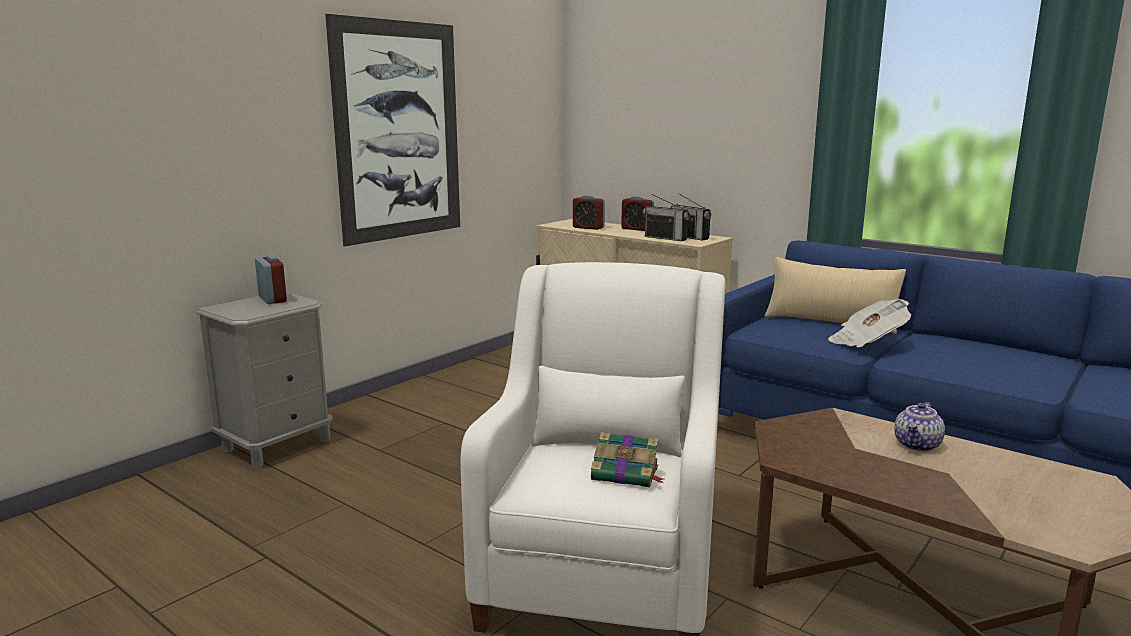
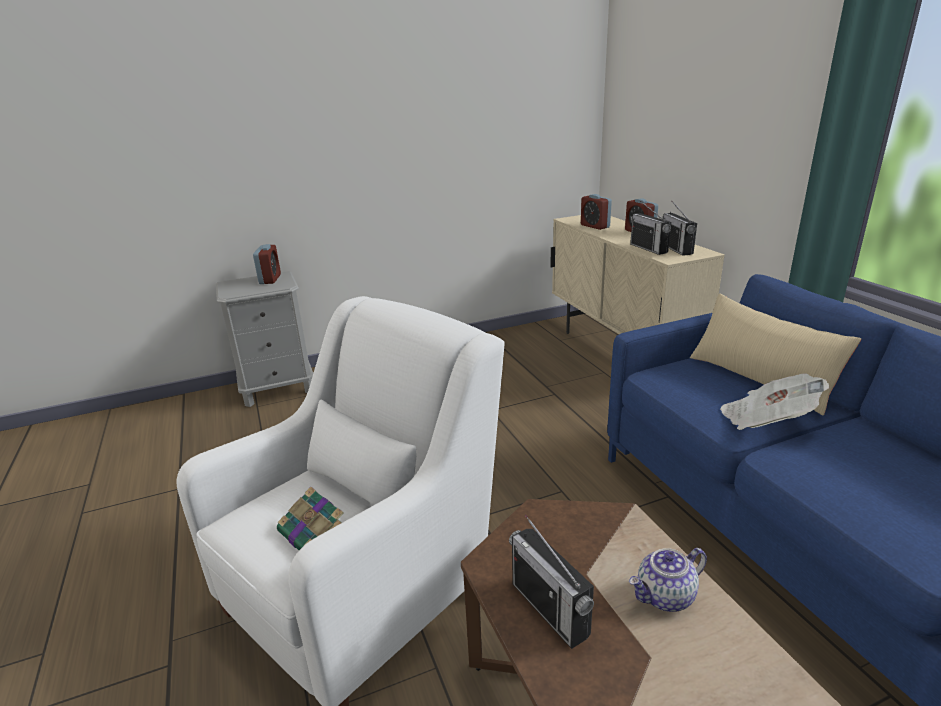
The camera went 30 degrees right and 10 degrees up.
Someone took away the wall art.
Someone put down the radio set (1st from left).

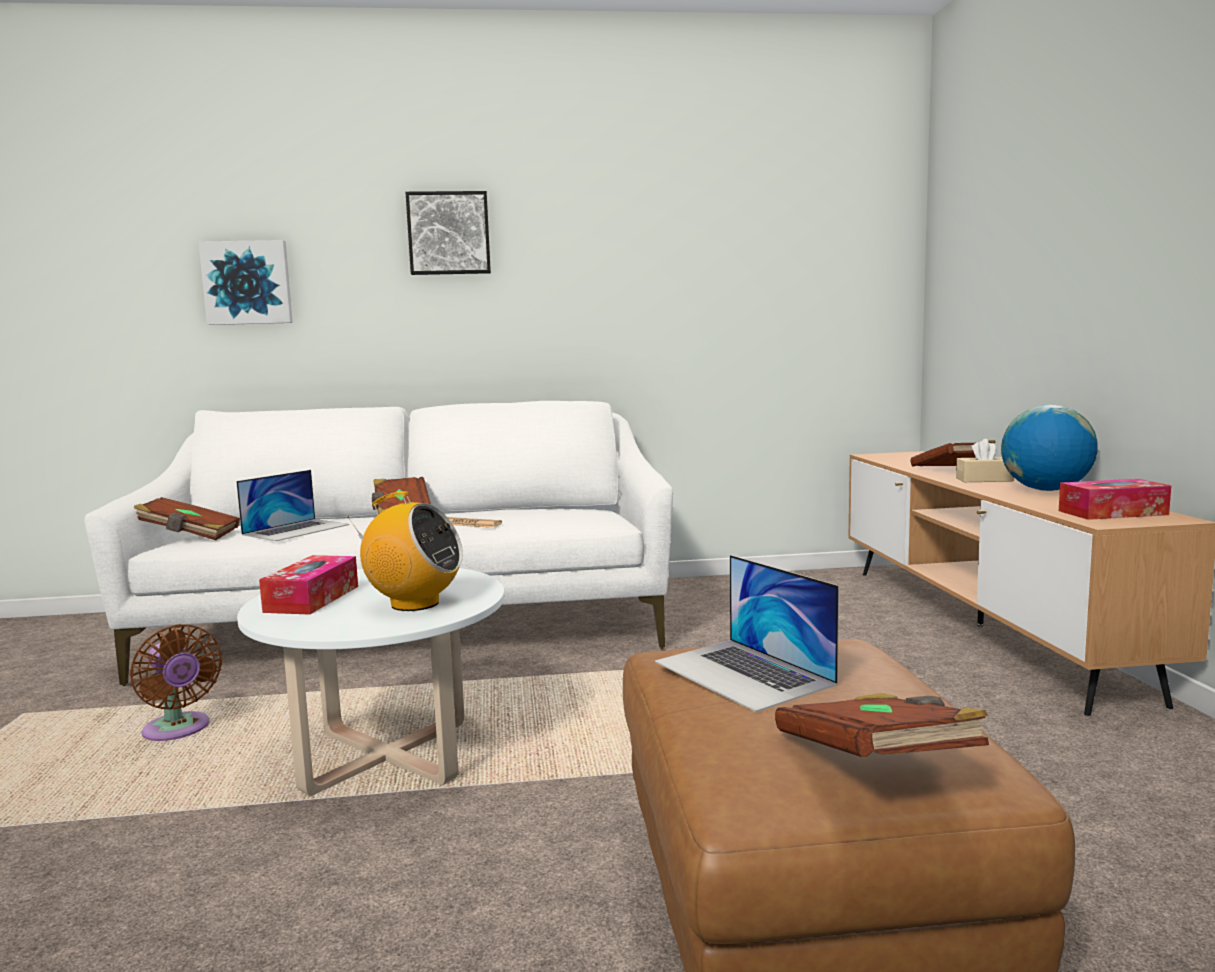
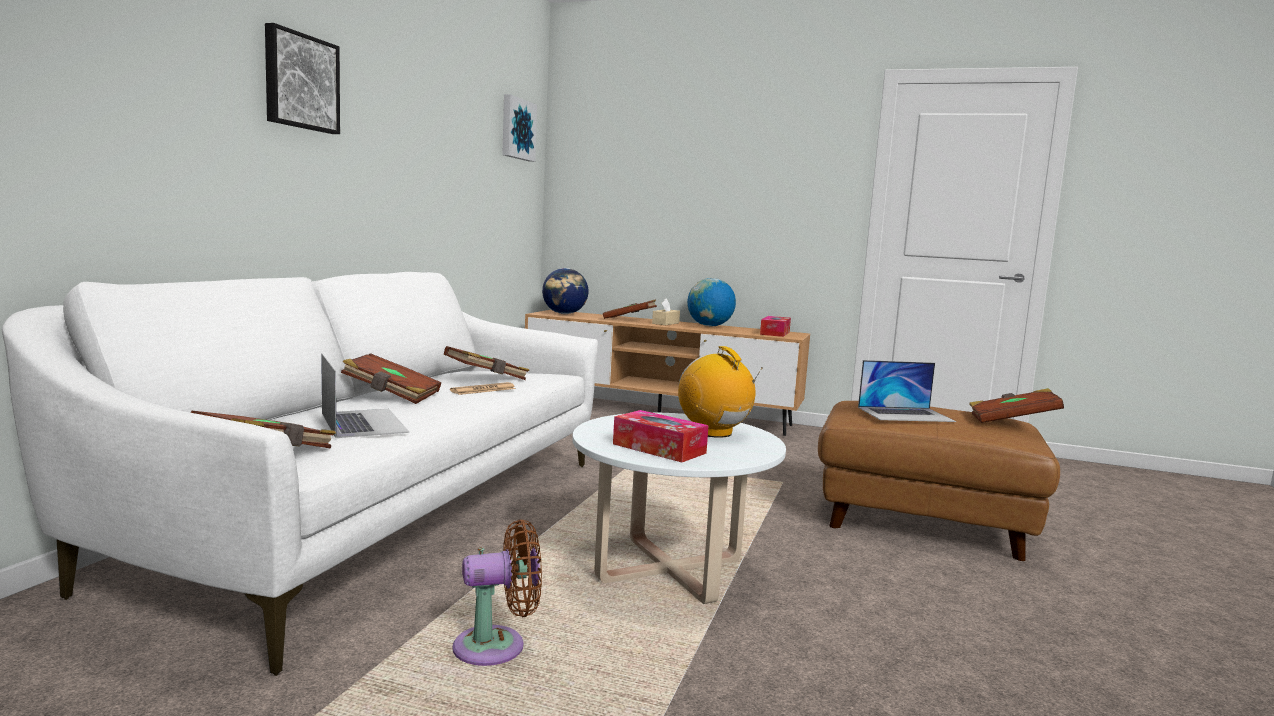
The camera went 65 degrees left and 0 degrees up.
Someone carried the wall art (1st from left in the first image).
Someone rotated the radio set by 75 degrees counterclockwise.
Someone put down the desk globe (1st from left).
Someone put down the brown bound book (3rd from left).

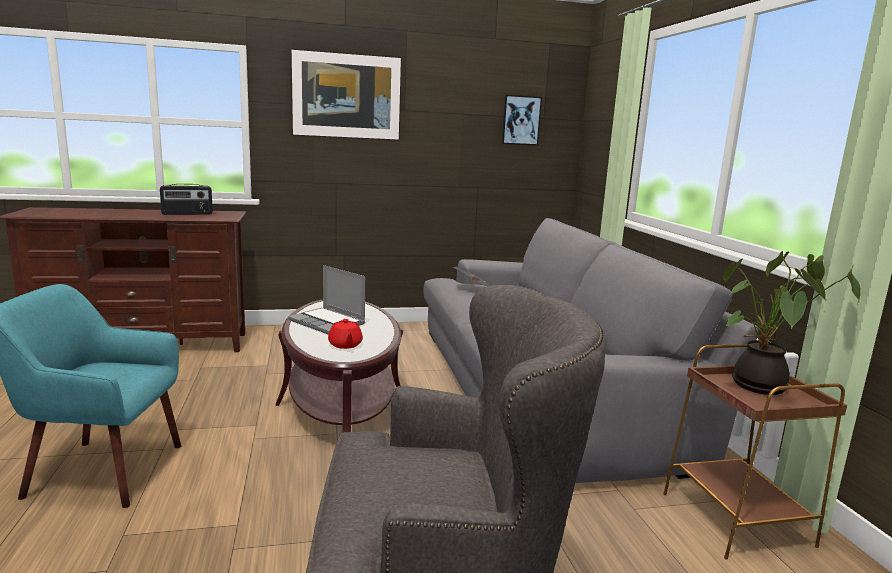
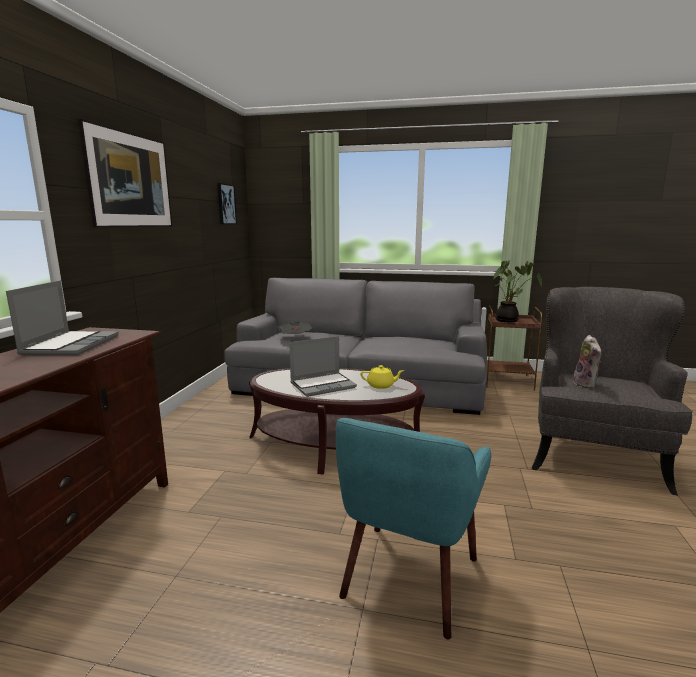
The camera went 65 degrees left and 0 degrees up.
Someone swapped the radio set for the laptop (1st from left).
Someone repainted the red teapot, which became the yellow-coloured teapot.
Someone put down the soft toy.

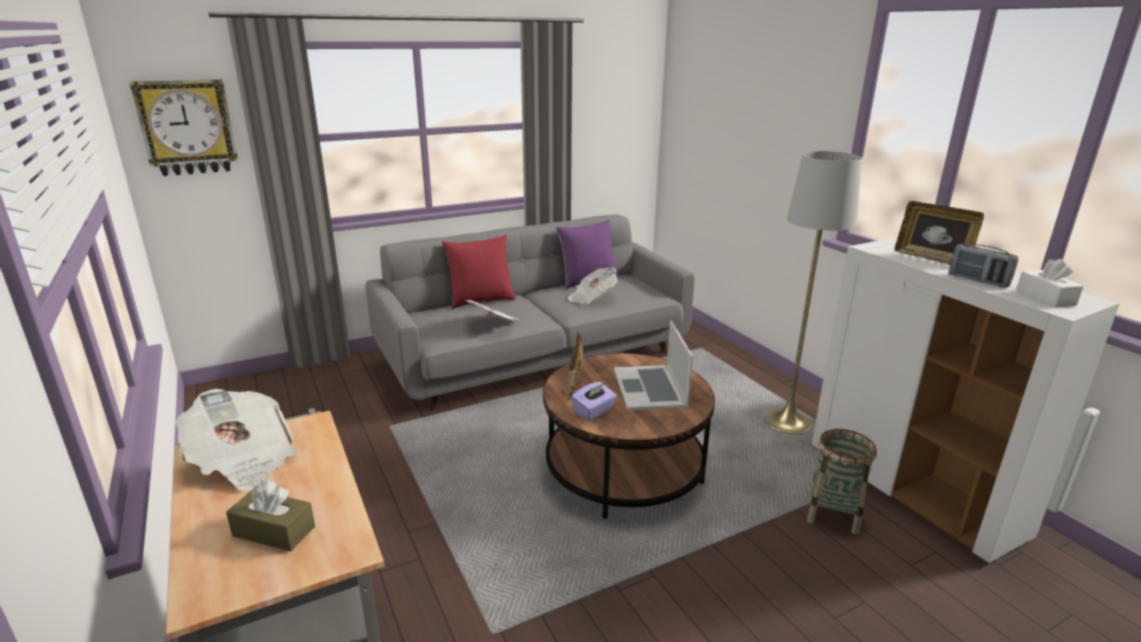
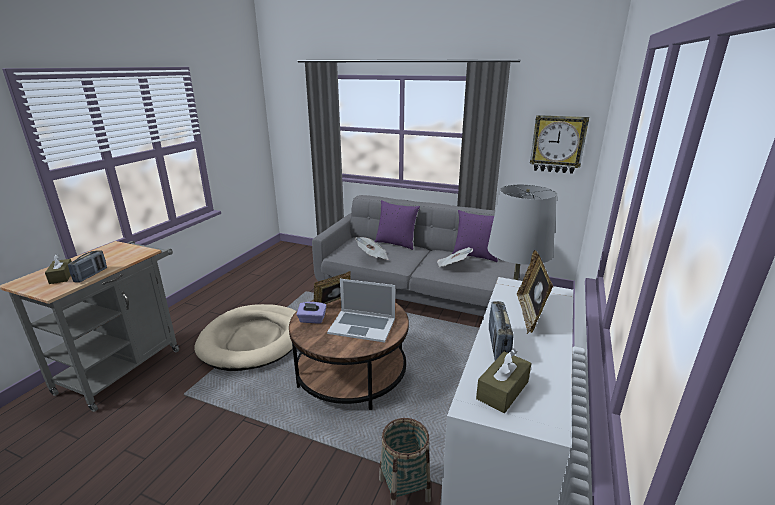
The camera went 50 degrees right and 0 degrees up.
Someone carried the hanging clock.
Someone repainted the red throw pillow, which became the purple throw pillow (1st from left).
Someone repainted the white box of tissues, which became the brown box of tissues (2nd from left).
Someone rotated the laptop by 120 degrees counterclockwise.
Someone took away the newspaper (1st from left).
Someone put down the radio set (1st from left).
Someone put down the beige-coloured dog cushion.

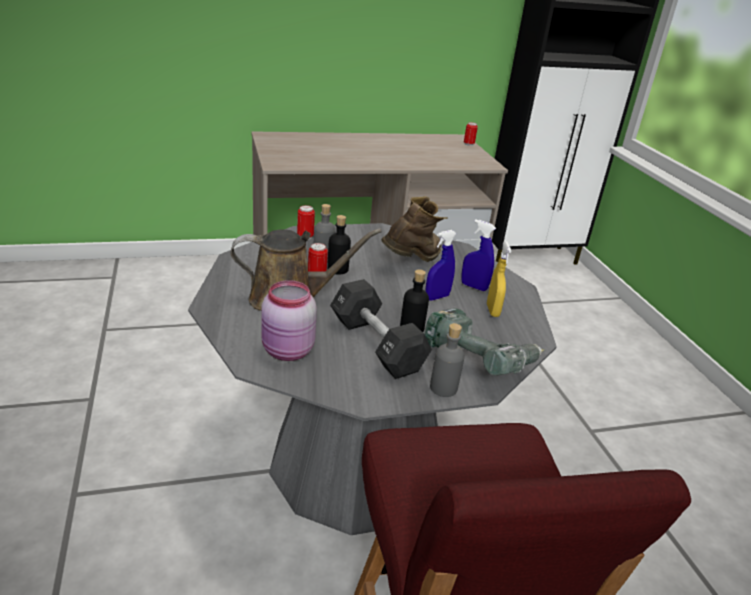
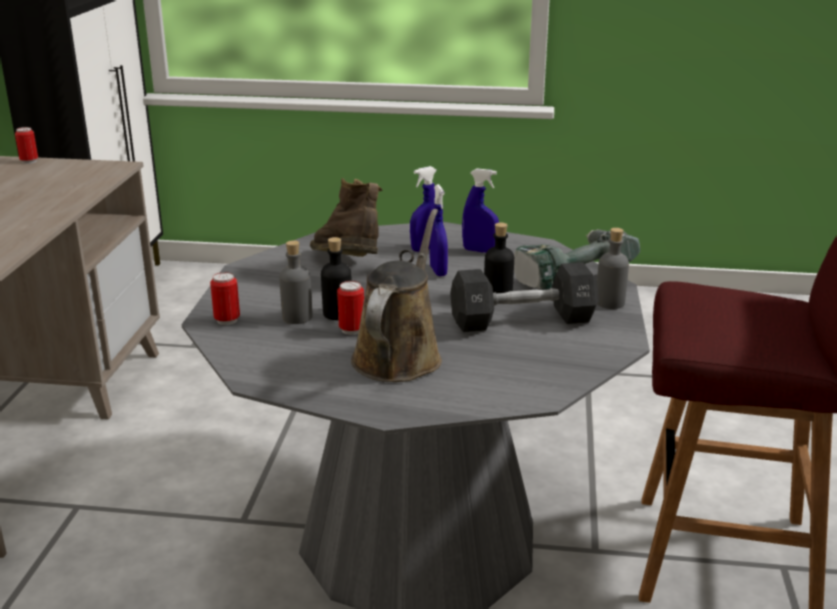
The camera went 65 degrees left and 5 degrees down.
Someone repainted the yellow-coloured sprayer, which became the blue sprayer (3rd from left).
Someone took away the pink preserve jar.

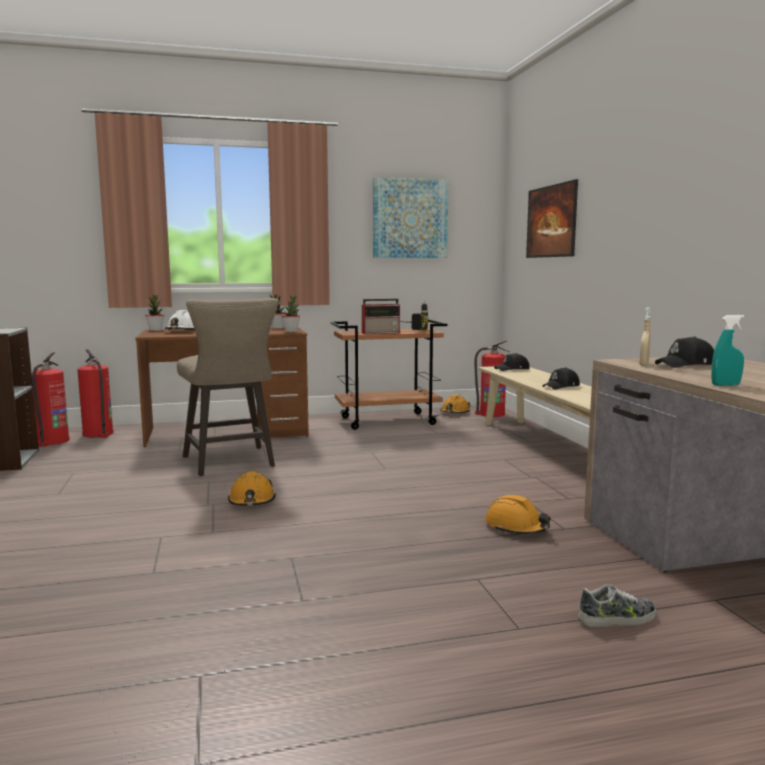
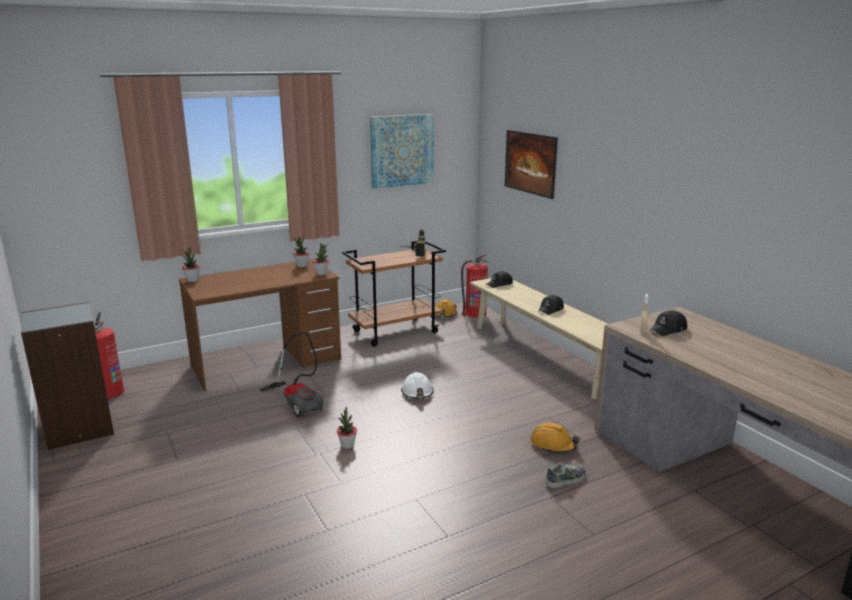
The camera went 15 degrees left and 10 degrees up.
Someone swapped the beige-coloured sitting stool for the vacuum cleaner.
Someone took away the radio set.
Someone carried the white safety helmet.
Someone took away the turquoise-coloured sprayer.
Someone took away the extinguisher (2nd from left).
Someone swapped the orangey safety helmet (1st from left) for the potted plant (4th from left).
Someone carried the item of footwear.

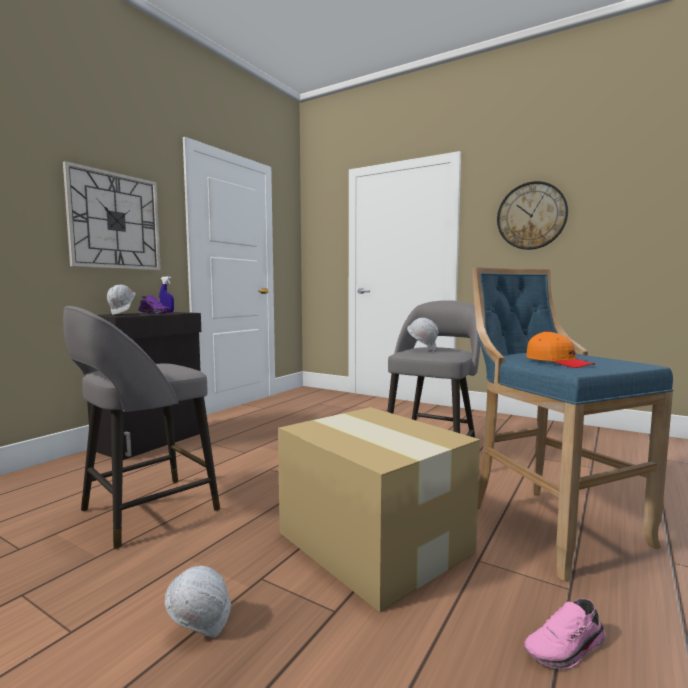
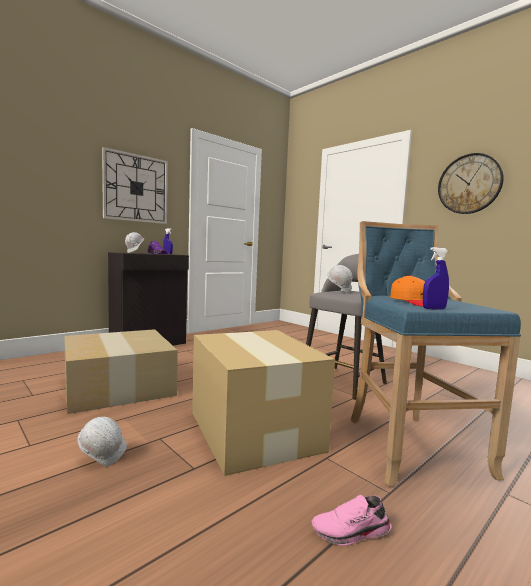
The camera went 15 degrees right and 0 degrees up.
Someone swapped the grey sitting stool (1st from left) for the packing box (1st from left).
Someone put down the blue sprayer (2nd from left).

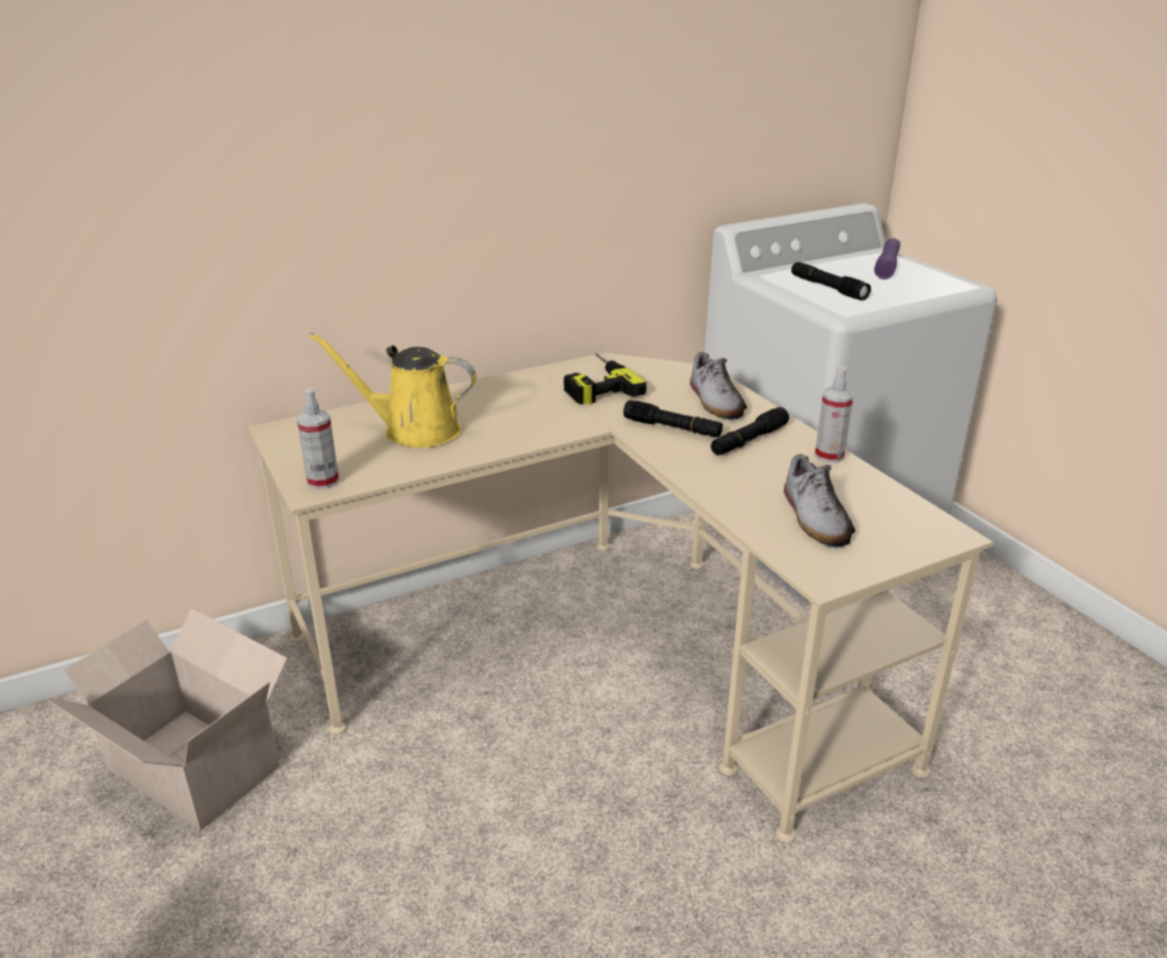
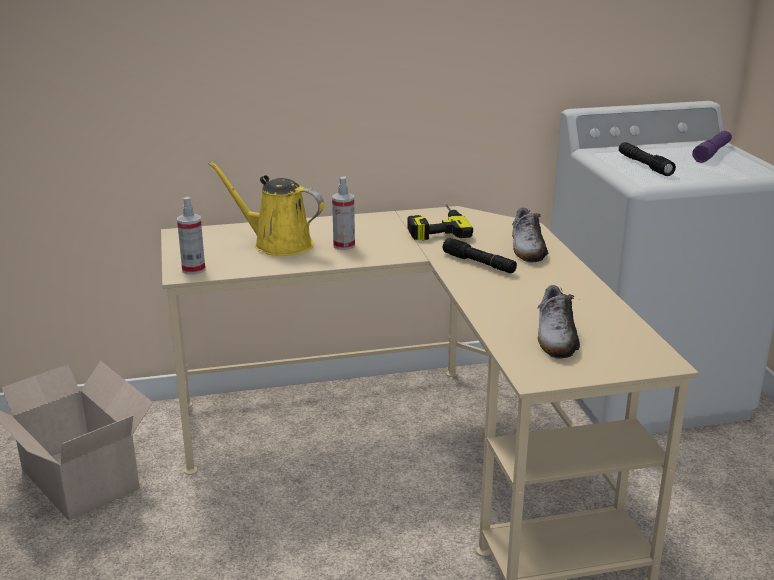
The camera went 15 degrees right and 5 degrees down.
Someone carried the sprayer (2nd from left).
Someone took away the black-coloured hand torch (2nd from left).

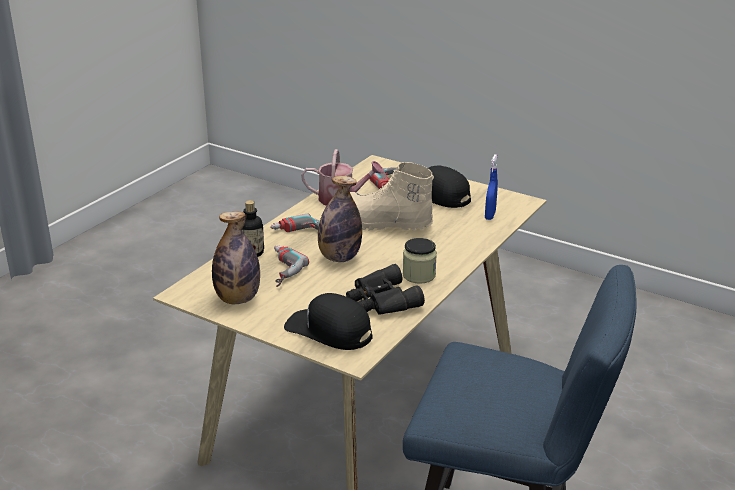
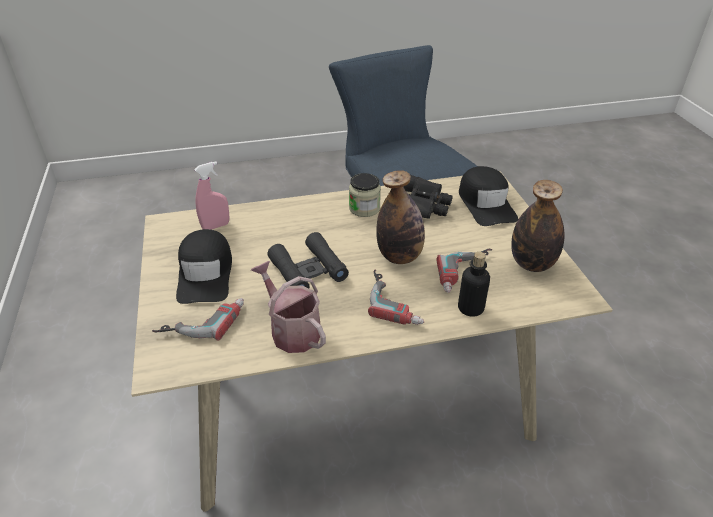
The camera went 135 degrees left and 10 degrees up.
Someone repainted the blue sprayer, which became the pink sprayer.
Someone swapped the beige-coloured tall boot for the black-coloured binoculars (1st from left).

